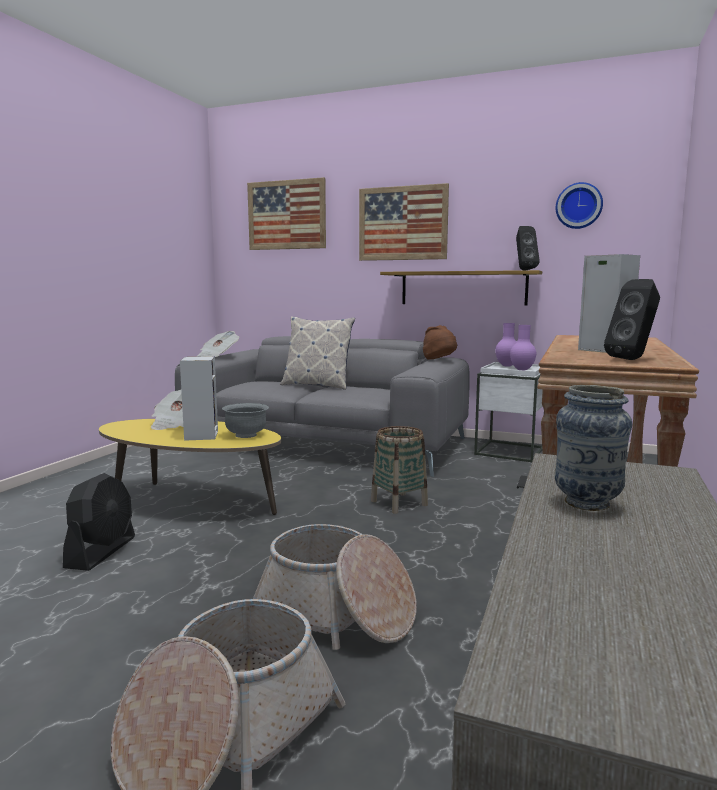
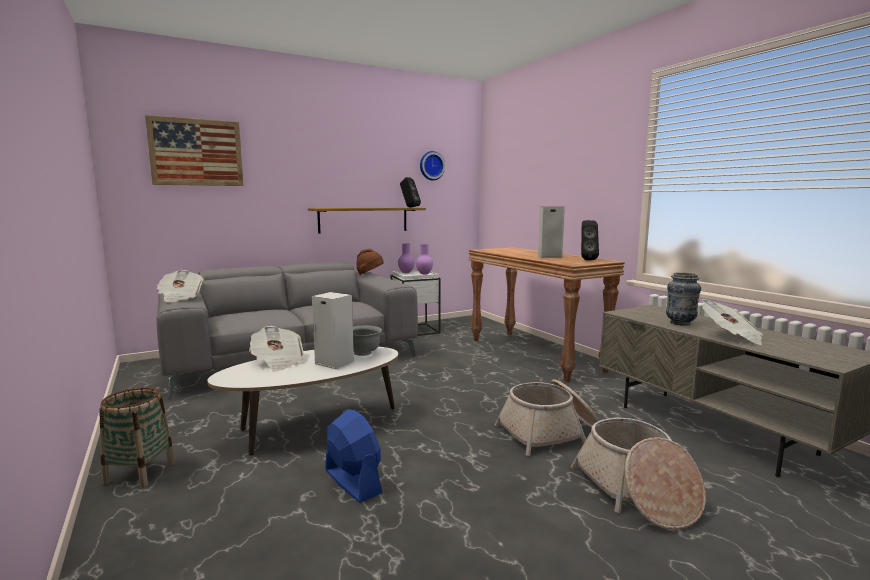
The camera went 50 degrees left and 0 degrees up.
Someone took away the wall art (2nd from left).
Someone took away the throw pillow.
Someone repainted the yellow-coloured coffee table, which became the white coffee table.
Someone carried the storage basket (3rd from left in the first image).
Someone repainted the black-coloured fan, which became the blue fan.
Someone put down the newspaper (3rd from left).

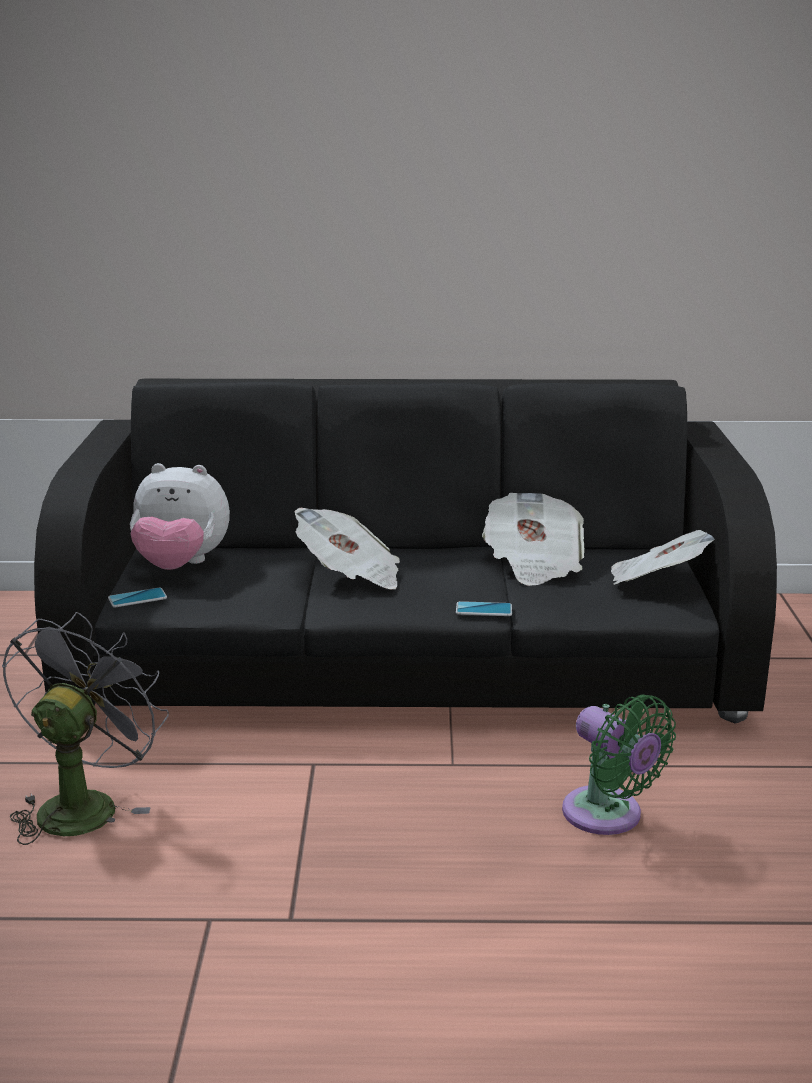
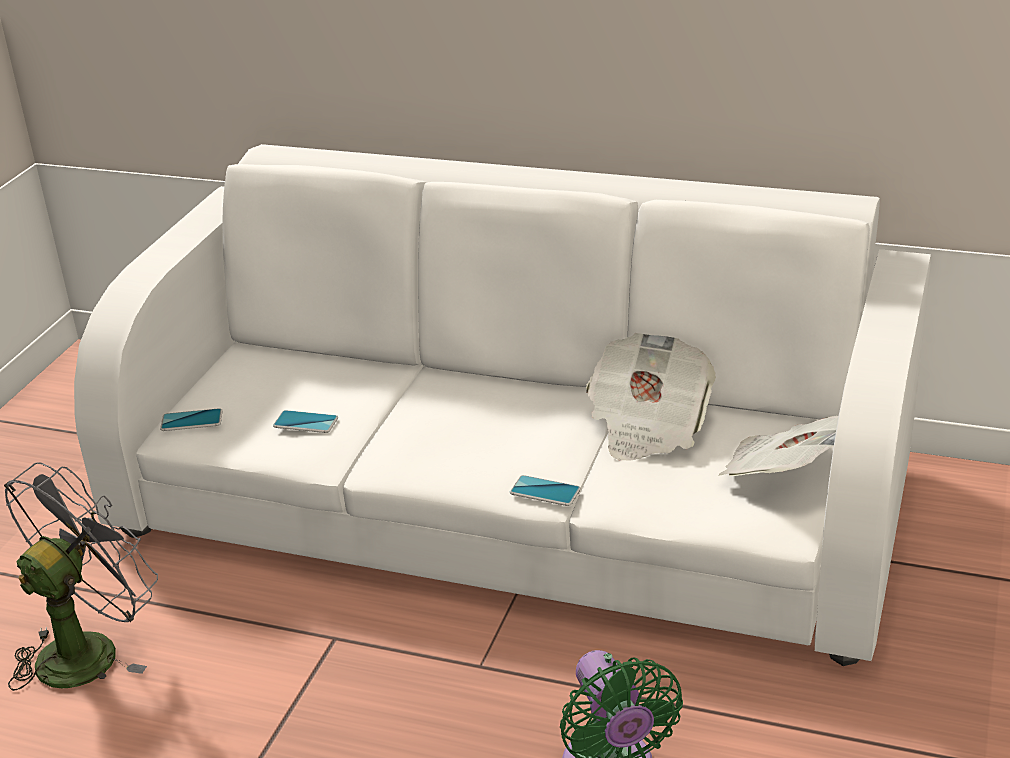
The camera went 20 degrees right and 10 degrees up.
Someone repainted the black-coloured settee, which became the white settee.
Someone took away the soft toy.
Someone took away the newspaper (1st from left).
Someone put down the handset (2nd from left).

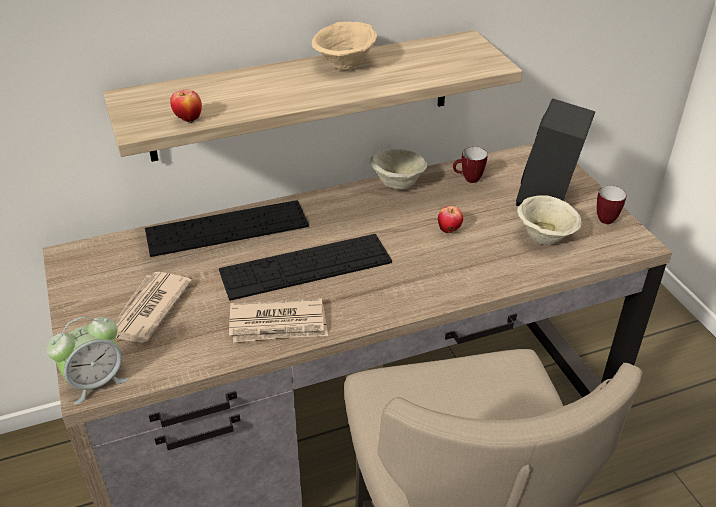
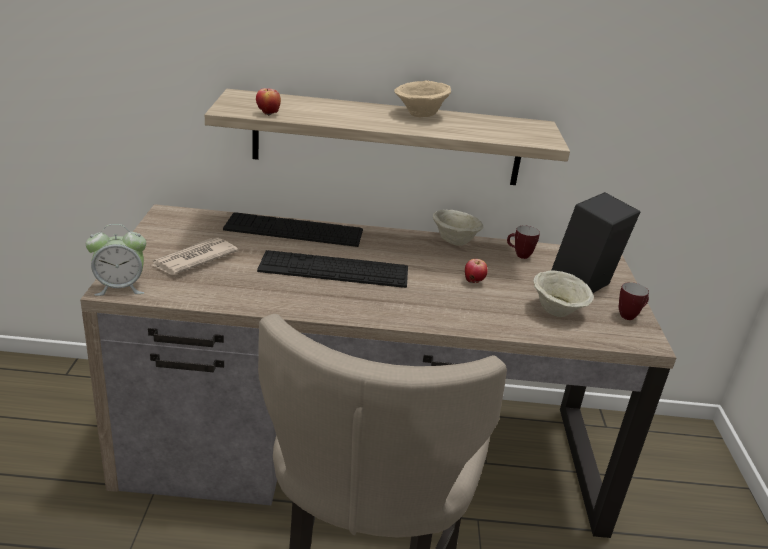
The camera went 20 degrees right and 10 degrees down.
Someone took away the newspaper (2nd from left).

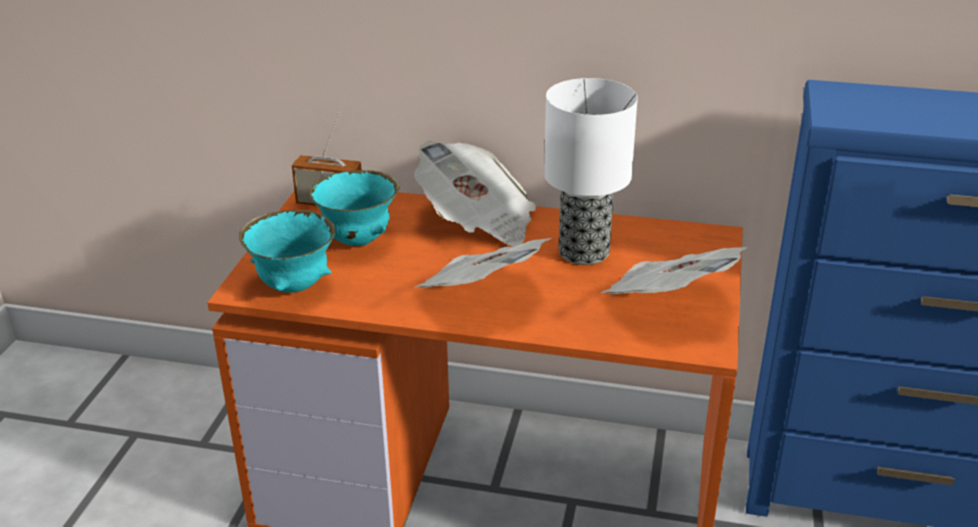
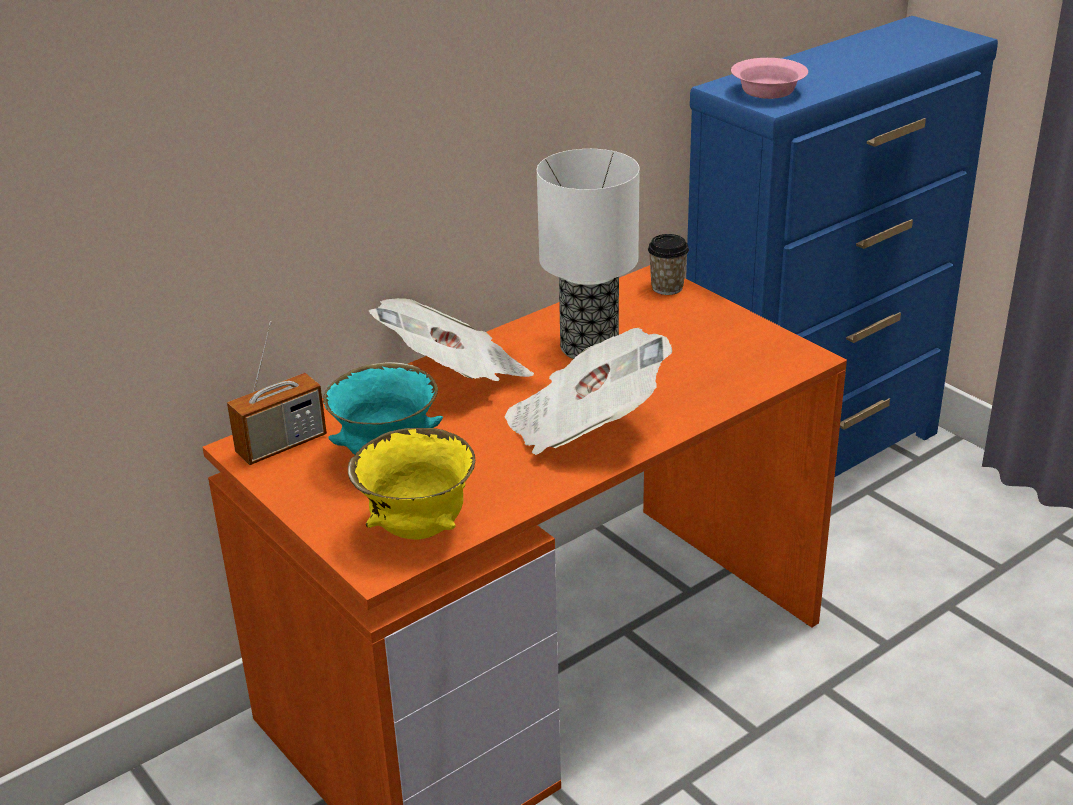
The camera went 50 degrees left and 0 degrees up.
Someone repainted the turquoise-coloured deep dish (1st from left), which became the yellow-coloured deep dish.
Someone took away the newspaper (3rd from left).
Someone put down the pink deep dish.
Someone put down the drinking cup.

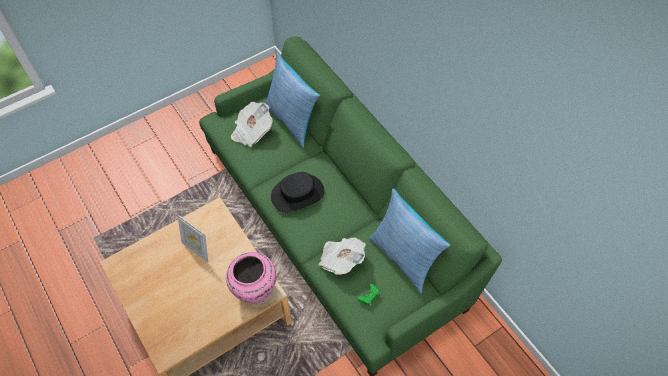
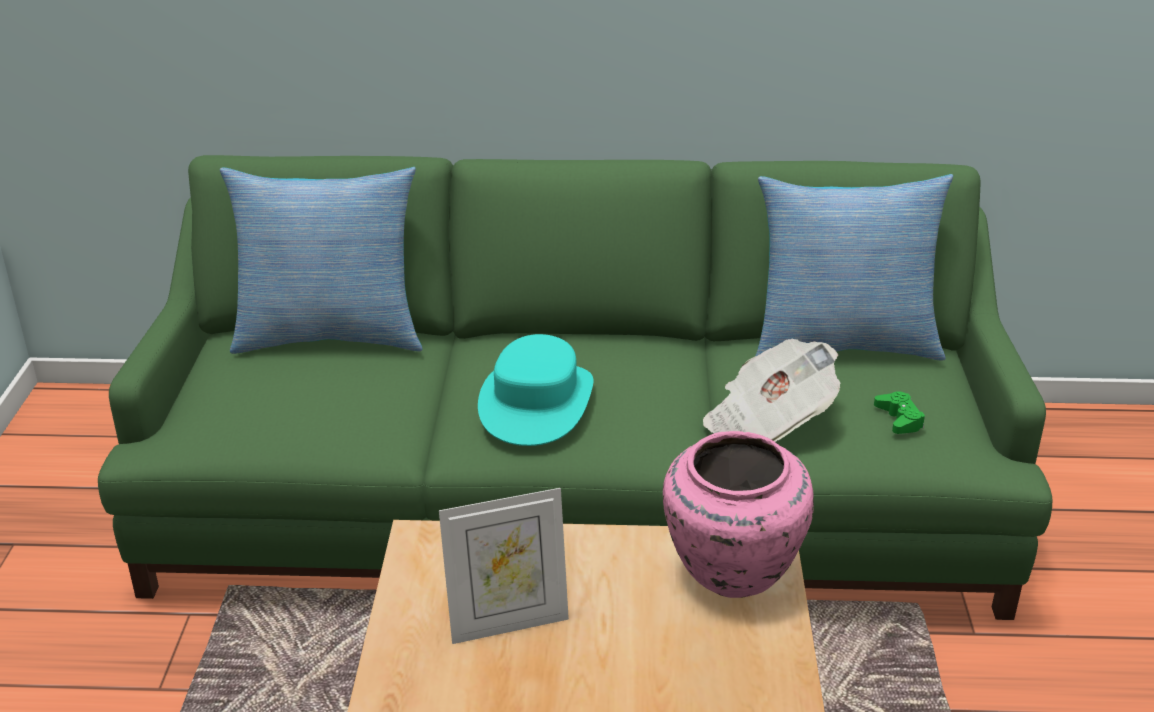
The camera went 55 degrees left and 25 degrees down.
Someone took away the newspaper (1st from left).
Someone repainted the black-coloured hat, which became the turquoise-coloured hat.

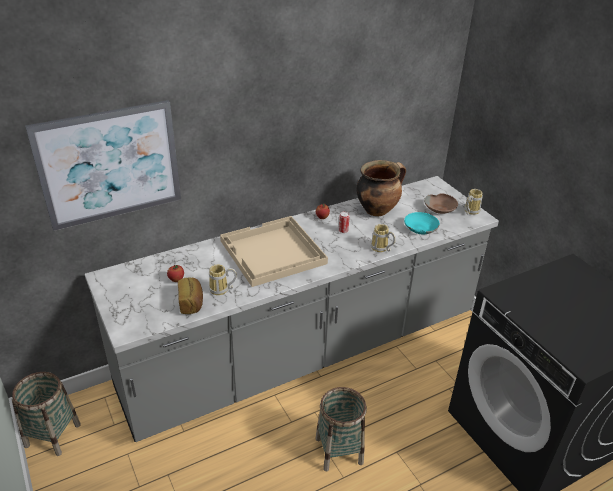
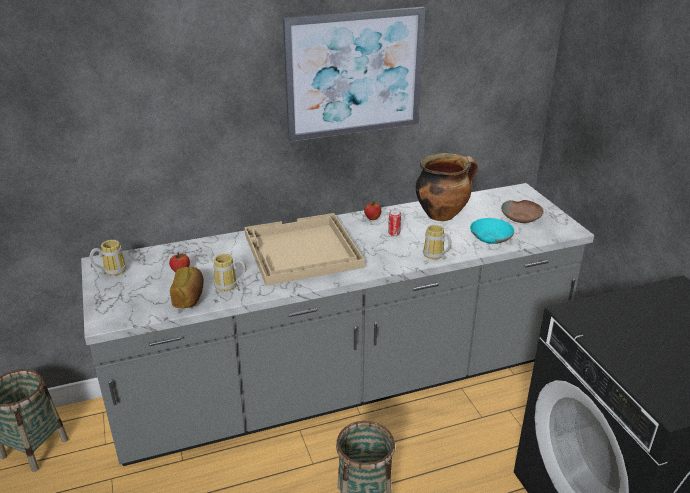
The camera went 10 degrees right and 5 degrees down.
Someone carried the wall art.
Someone carried the tea mug (3rd from left in the first image).

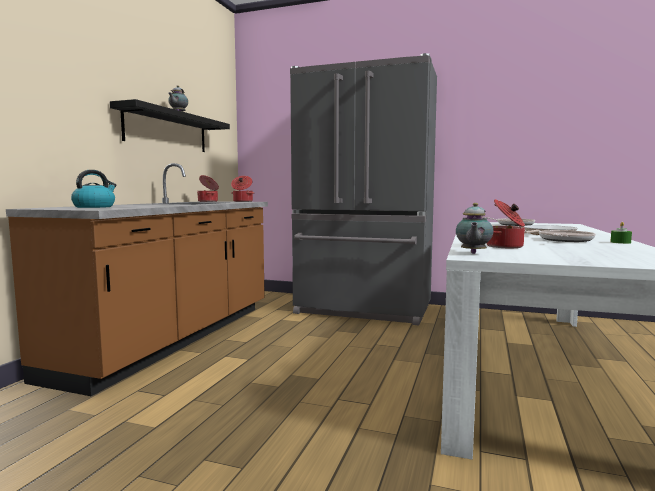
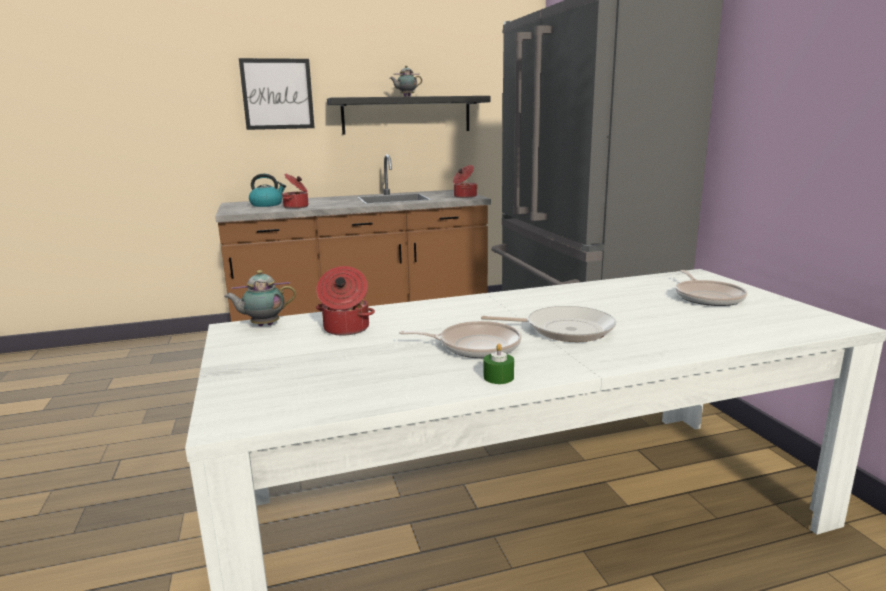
The camera went 55 degrees right and 10 degrees up.
Someone carried the saucepot (1st from left).
Someone put up the wall art.

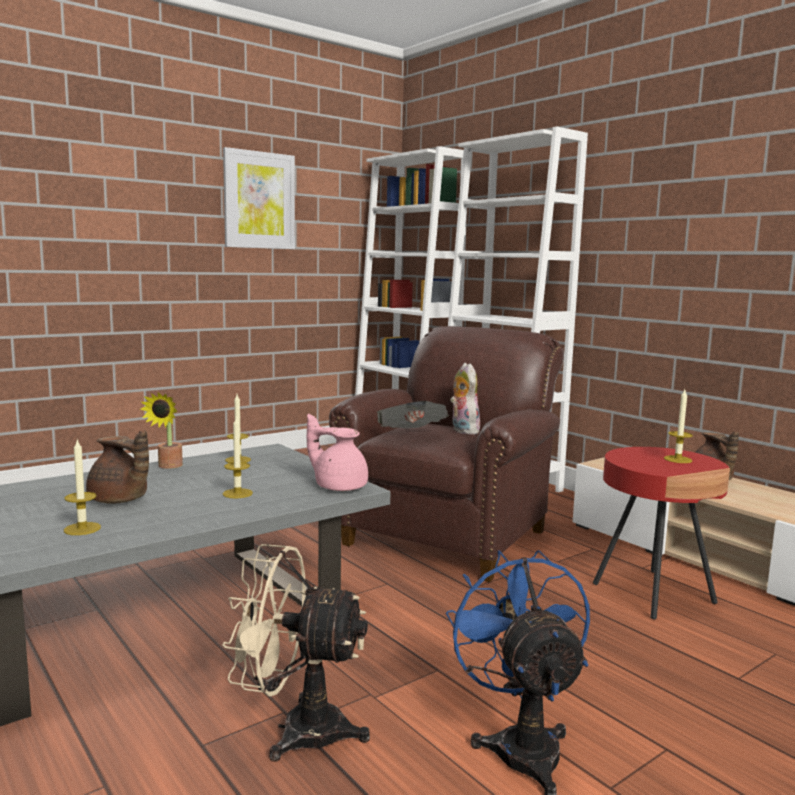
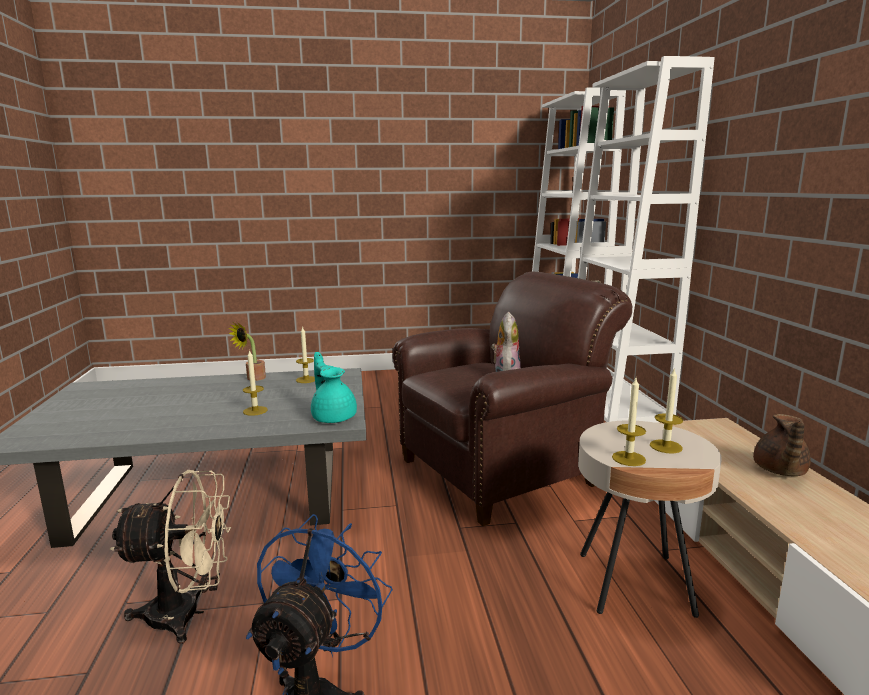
The camera went 30 degrees right and 5 degrees up.
Someone took away the wall art.
Someone took away the newspaper.
Someone repainted the pink teapot, which became the turquoise-coloured teapot.
Someone took away the brown teapot (1st from left).
Someone carried the wax candle (1st from left in the first image).
Someone repainted the red accent table, which became the beige-coloured accent table.
Someone rotated the beige-coloured fan by 135 degrees clockwise.

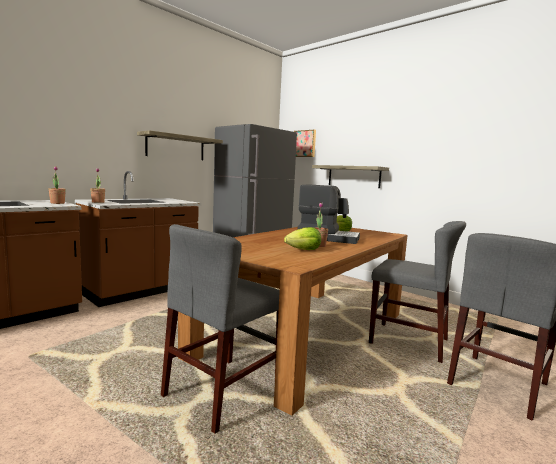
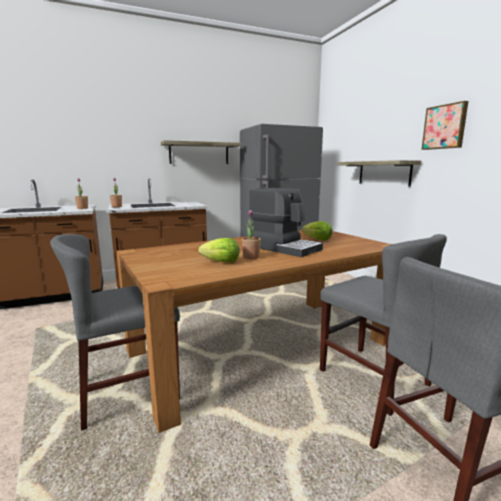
The camera went 25 degrees right and 5 degrees up.
Someone carried the wall art.

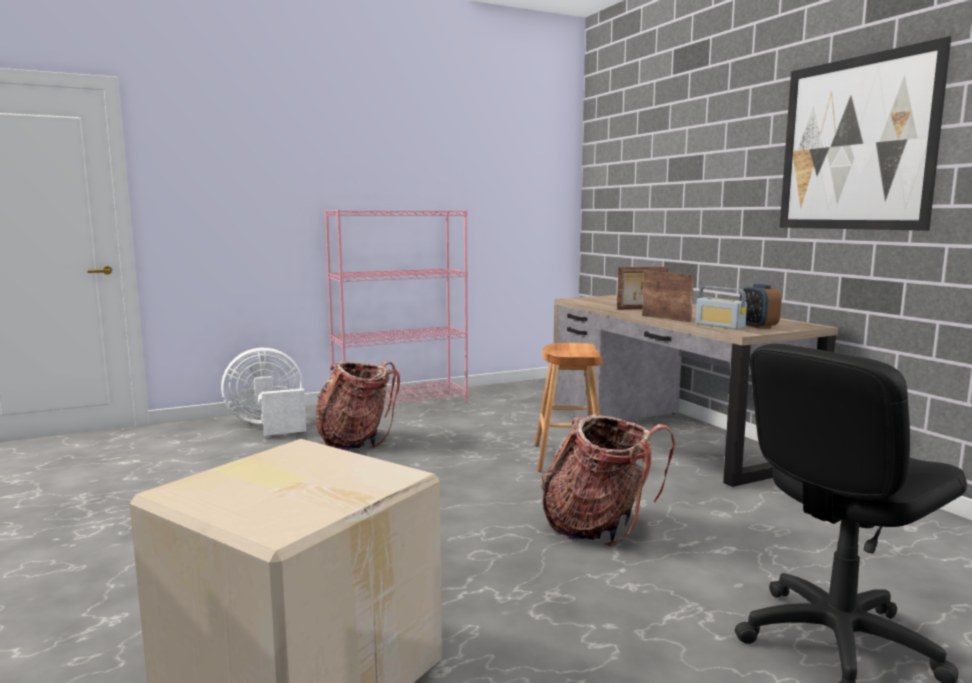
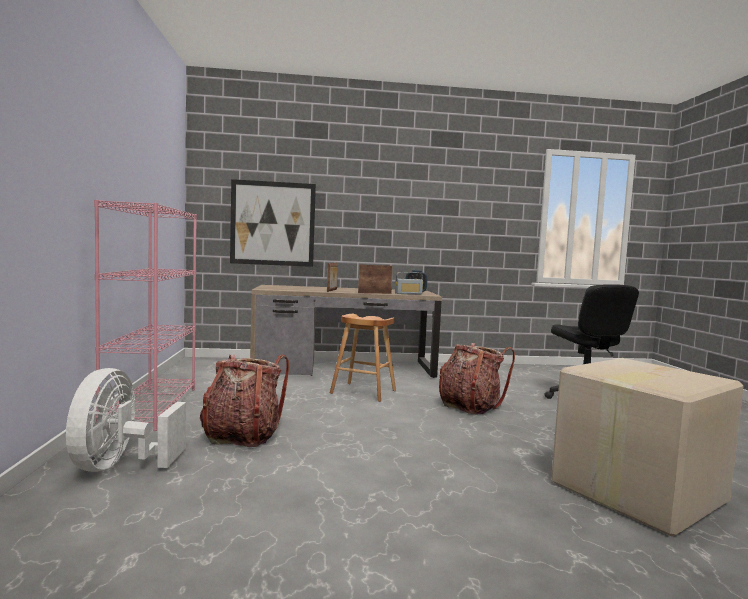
The camera went 70 degrees left and 5 degrees down.
Someone carried the wall art.

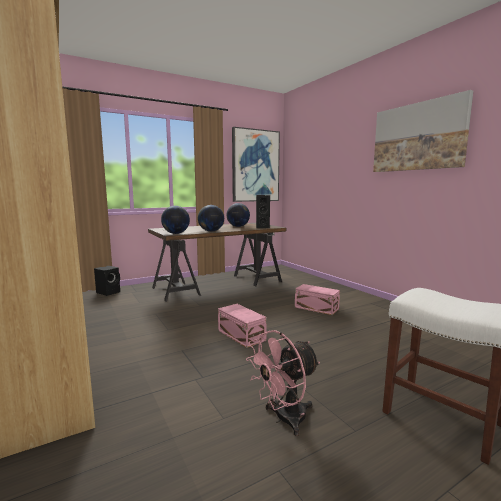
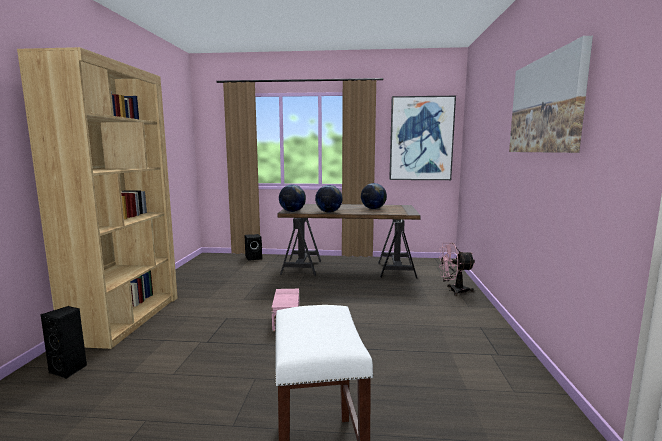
The camera went 35 degrees right and 0 degrees up.
Someone carried the black-coloured loudspeaker (2nd from left in the first image).
Someone took away the pink storage container (2nd from left).
Someone carried the pink fan.

